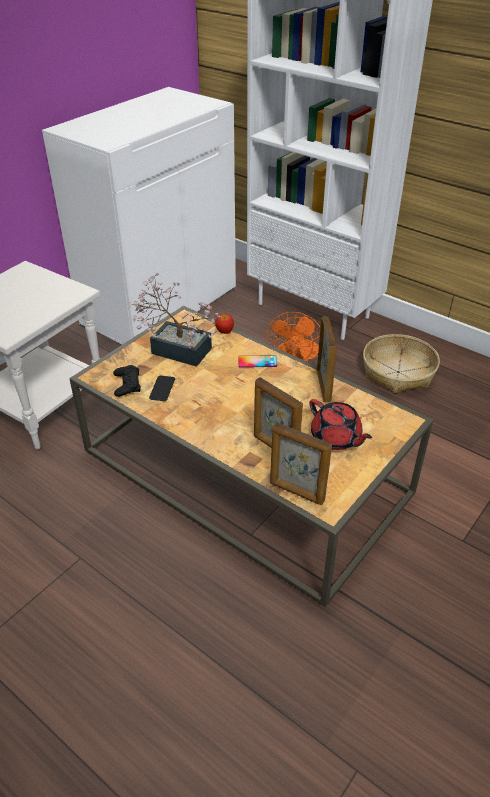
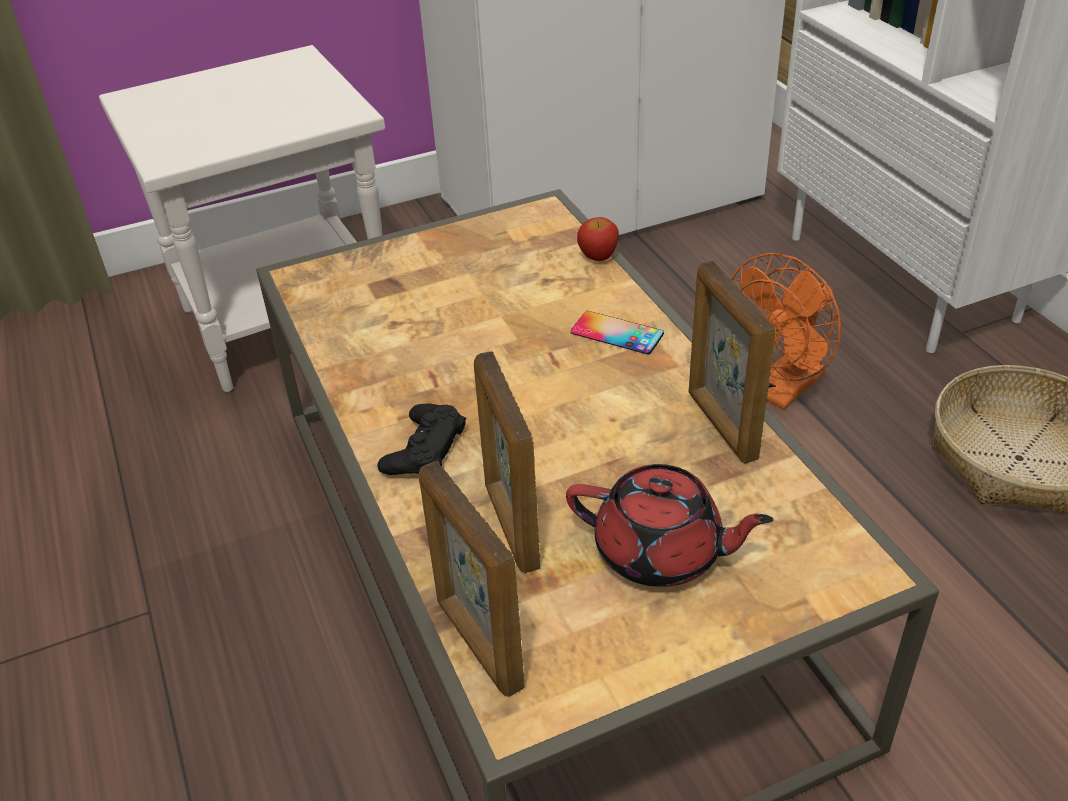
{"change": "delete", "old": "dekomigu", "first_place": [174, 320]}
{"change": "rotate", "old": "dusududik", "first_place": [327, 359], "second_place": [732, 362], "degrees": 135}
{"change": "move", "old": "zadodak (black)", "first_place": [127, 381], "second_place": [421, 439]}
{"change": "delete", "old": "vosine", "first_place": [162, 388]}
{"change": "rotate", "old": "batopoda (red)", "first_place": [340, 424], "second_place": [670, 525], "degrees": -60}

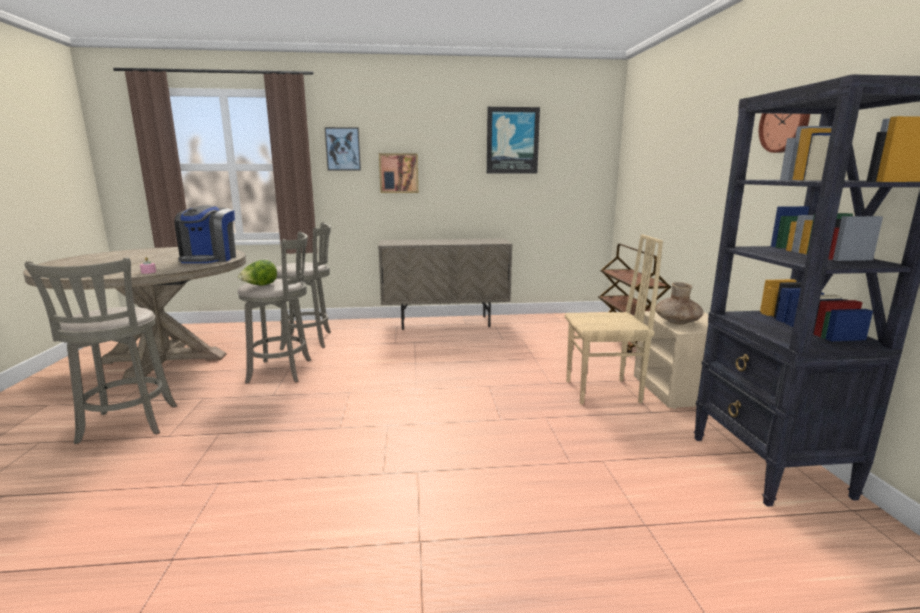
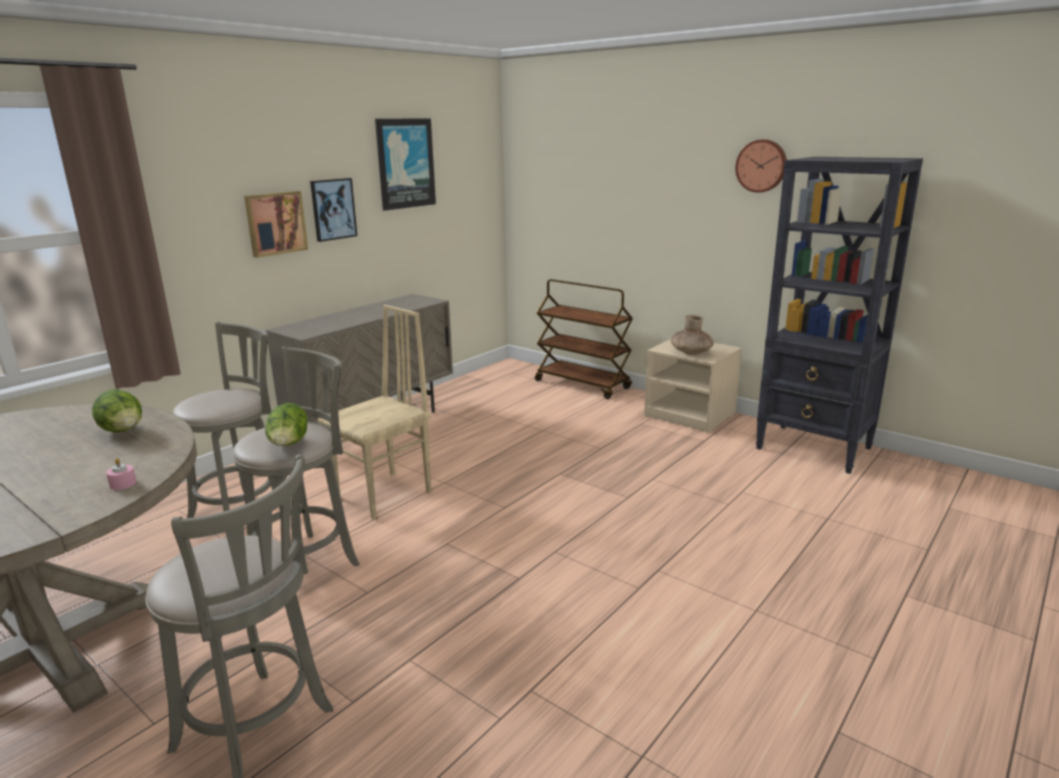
{"change": "move", "old": "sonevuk", "first_place": [343, 149], "second_place": [333, 210]}
{"change": "replace", "old": "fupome", "new": "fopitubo", "first_place": [205, 234], "second_place": [117, 411]}
{"change": "move", "old": "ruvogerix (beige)", "first_place": [614, 319], "second_place": [374, 412]}

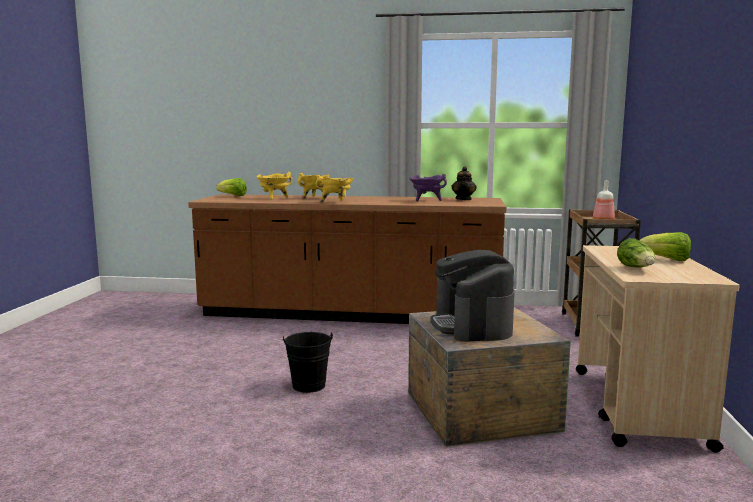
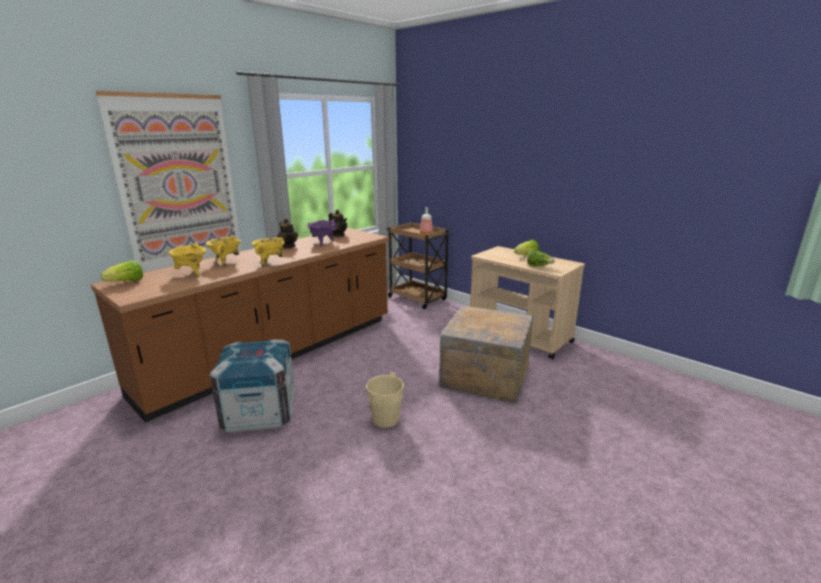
{"change": "delete", "old": "fupome", "first_place": [472, 296]}
{"change": "recolor", "old": "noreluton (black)", "new": "noreluton (beige)", "first_place": [308, 362], "second_place": [382, 399]}
{"change": "insert", "new": "sonevuk", "second_place": [168, 182]}
{"change": "insert", "new": "batopoda", "second_place": [287, 233]}
{"change": "insert", "new": "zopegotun", "second_place": [252, 386]}

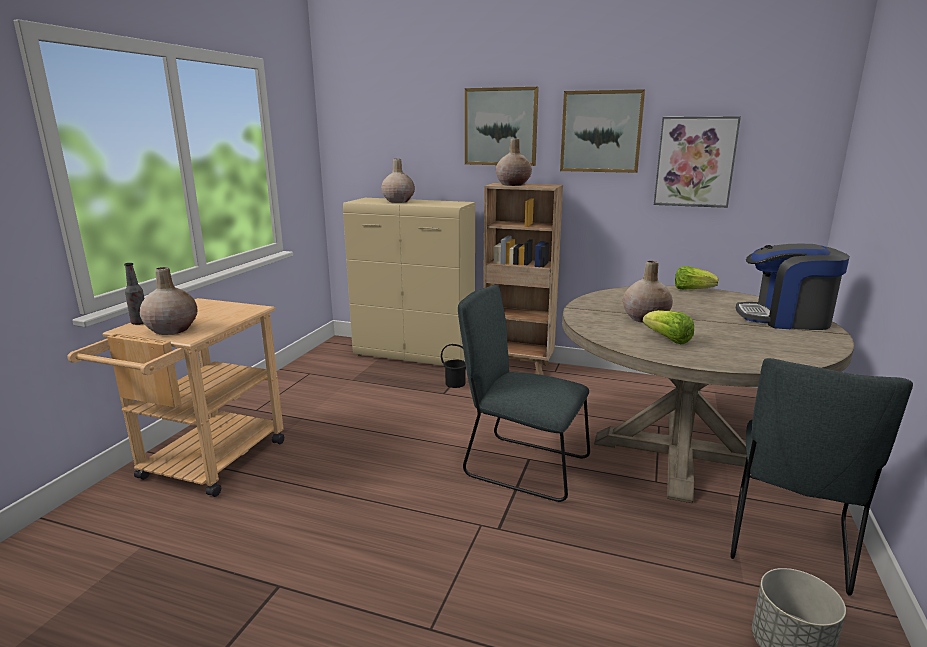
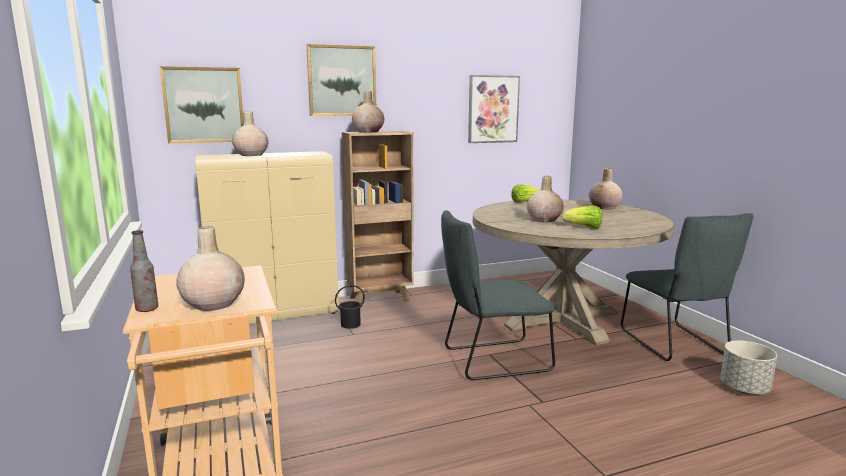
{"change": "move", "old": "sonevuk", "first_place": [602, 131], "second_place": [202, 104]}
{"change": "replace", "old": "fupome", "new": "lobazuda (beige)", "first_place": [793, 287], "second_place": [606, 189]}

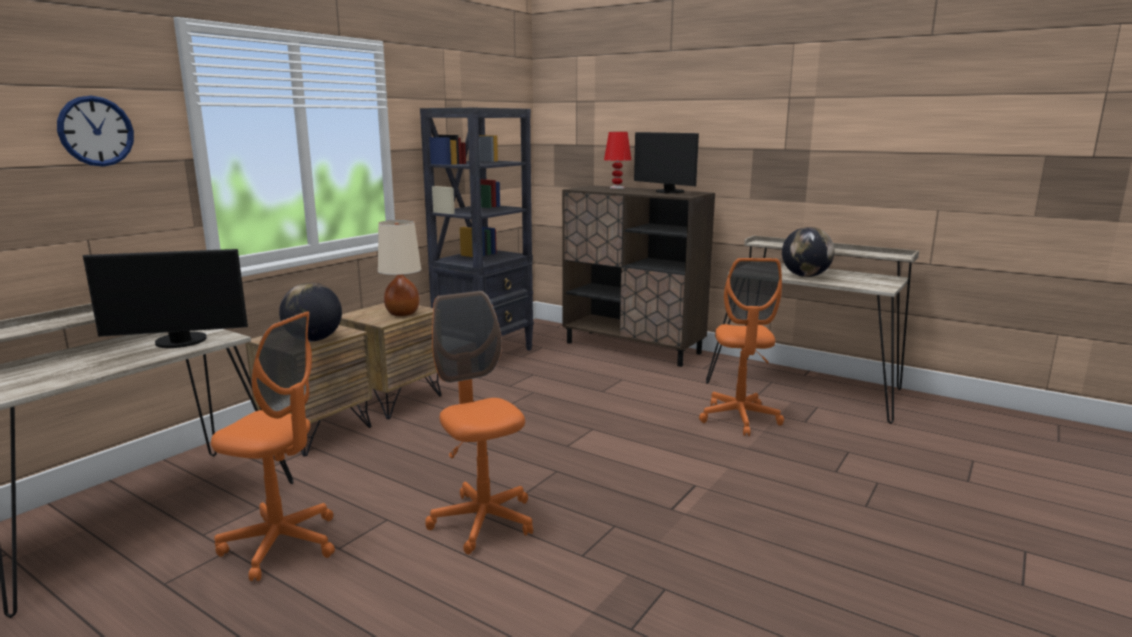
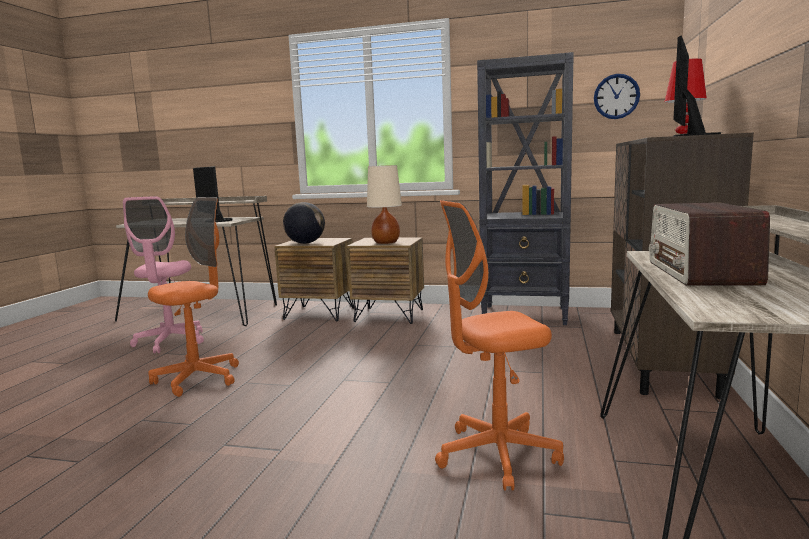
{"change": "move", "old": "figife", "first_place": [95, 131], "second_place": [617, 96]}
{"change": "replace", "old": "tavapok", "new": "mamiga", "first_place": [808, 252], "second_place": [709, 244]}
{"change": "recolor", "old": "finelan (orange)", "new": "finelan (pink)", "first_place": [273, 446], "second_place": [163, 275]}

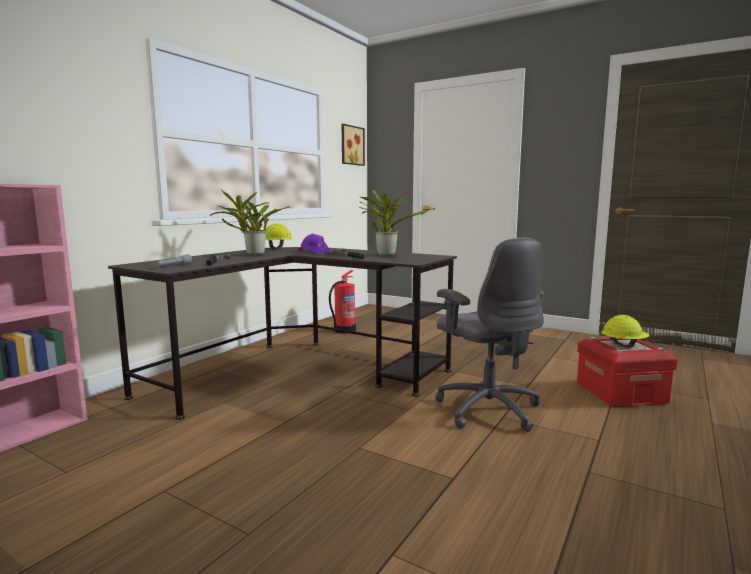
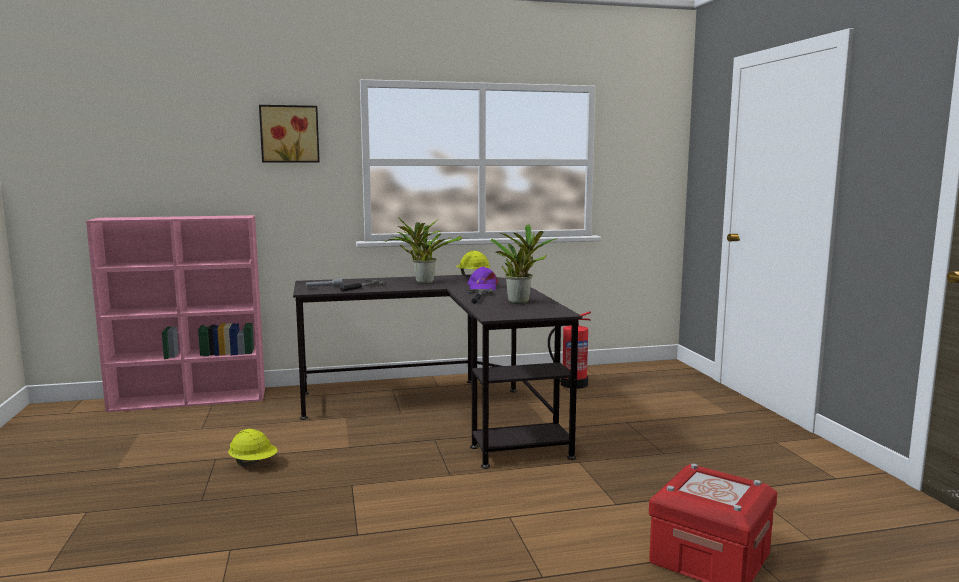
{"change": "move", "old": "sonevuk", "first_place": [353, 145], "second_place": [289, 134]}
{"change": "delete", "old": "finelan (grey)", "first_place": [489, 334]}
{"change": "move", "old": "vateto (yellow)", "first_place": [625, 331], "second_place": [252, 447]}

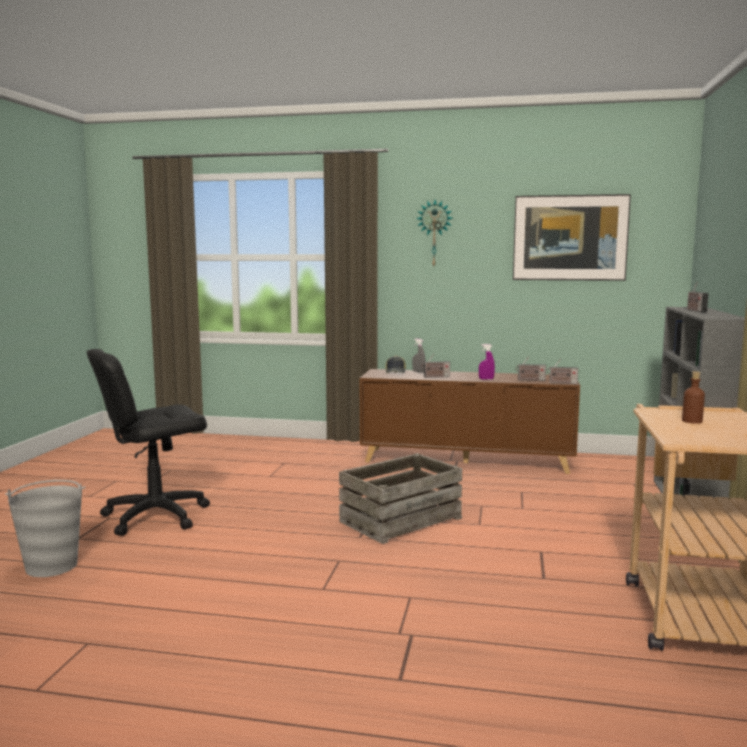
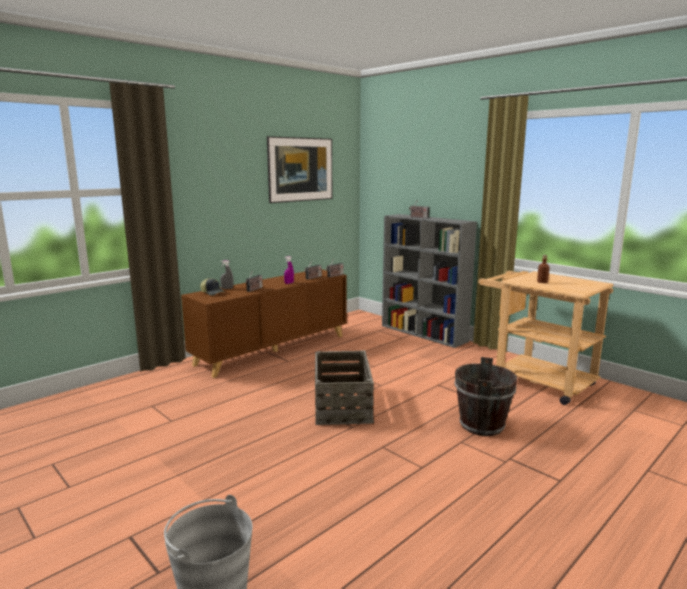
{"change": "delete", "old": "figife", "first_place": [434, 233]}
{"change": "delete", "old": "finelan (black)", "first_place": [148, 442]}
{"change": "insert", "new": "noreluton (brown)", "second_place": [485, 396]}

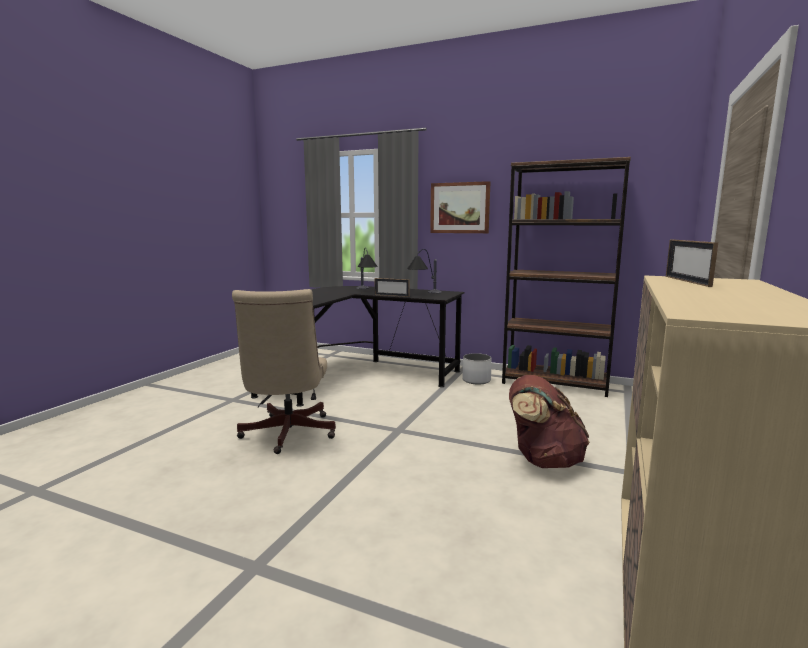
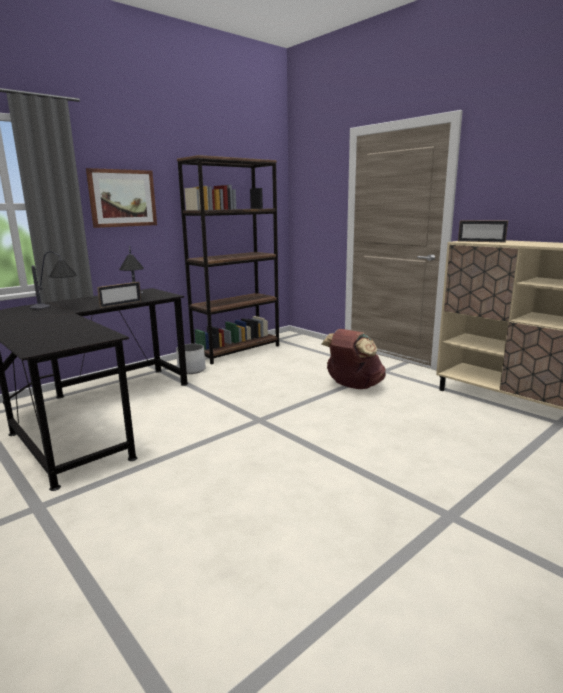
{"change": "delete", "old": "finelan (beige)", "first_place": [284, 371]}

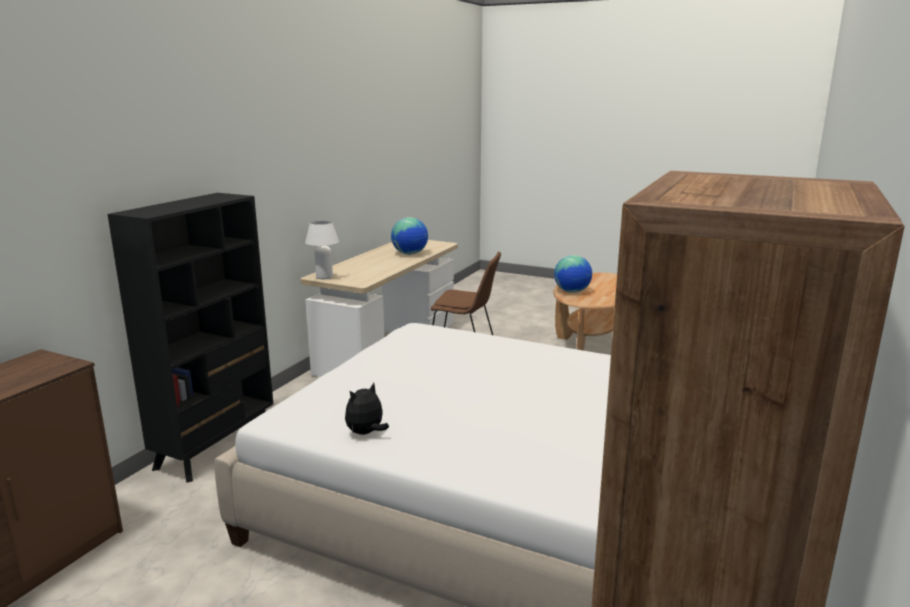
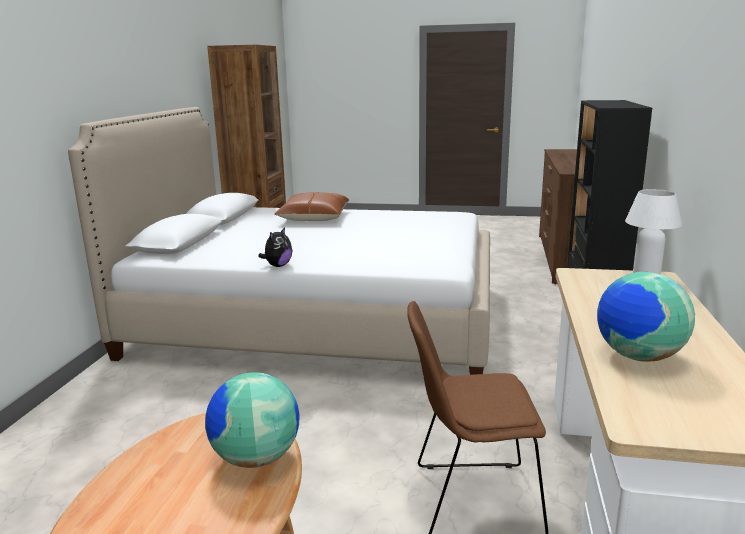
{"change": "move", "old": "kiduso", "first_place": [367, 409], "second_place": [275, 247]}
{"change": "insert", "new": "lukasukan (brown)", "second_place": [311, 206]}

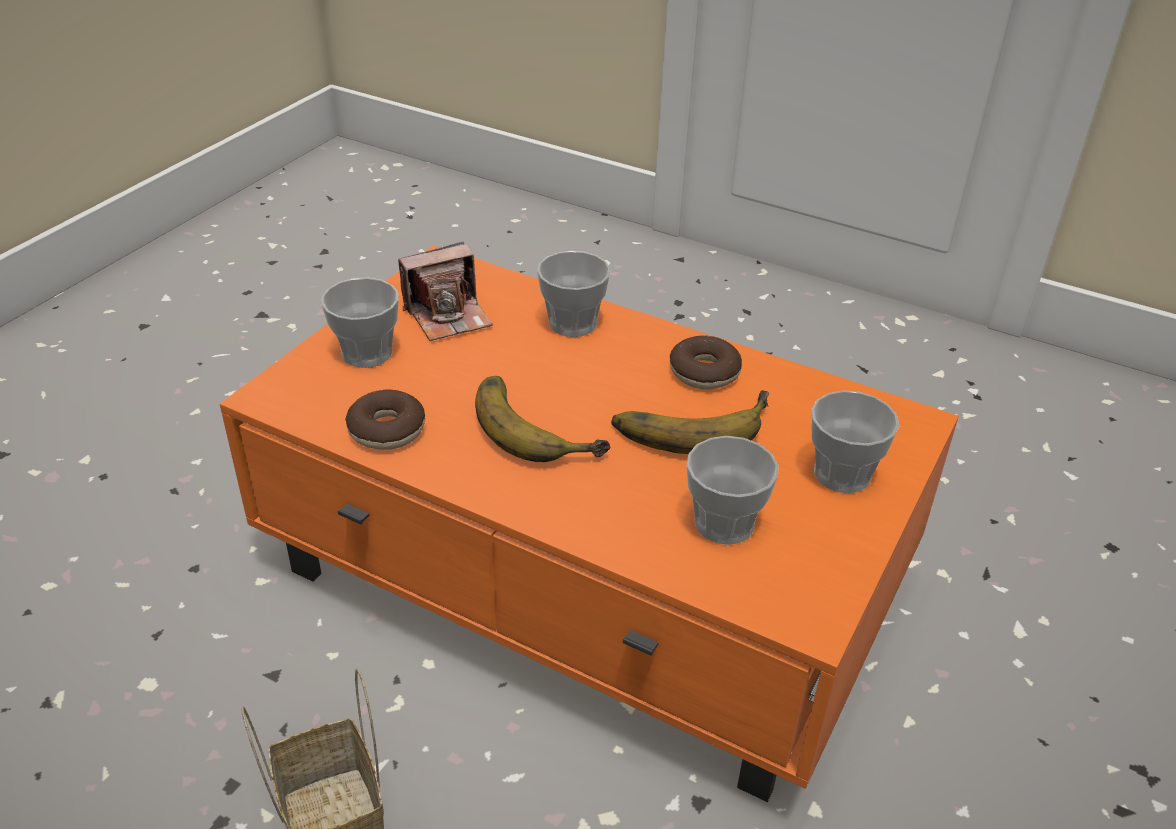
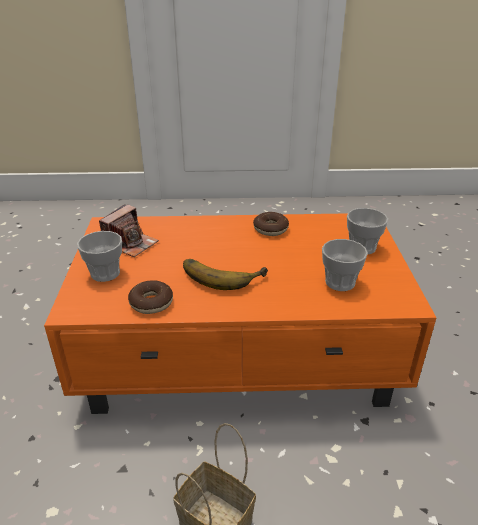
{"change": "delete", "old": "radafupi", "first_place": [574, 294]}
{"change": "delete", "old": "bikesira", "first_place": [690, 422]}

